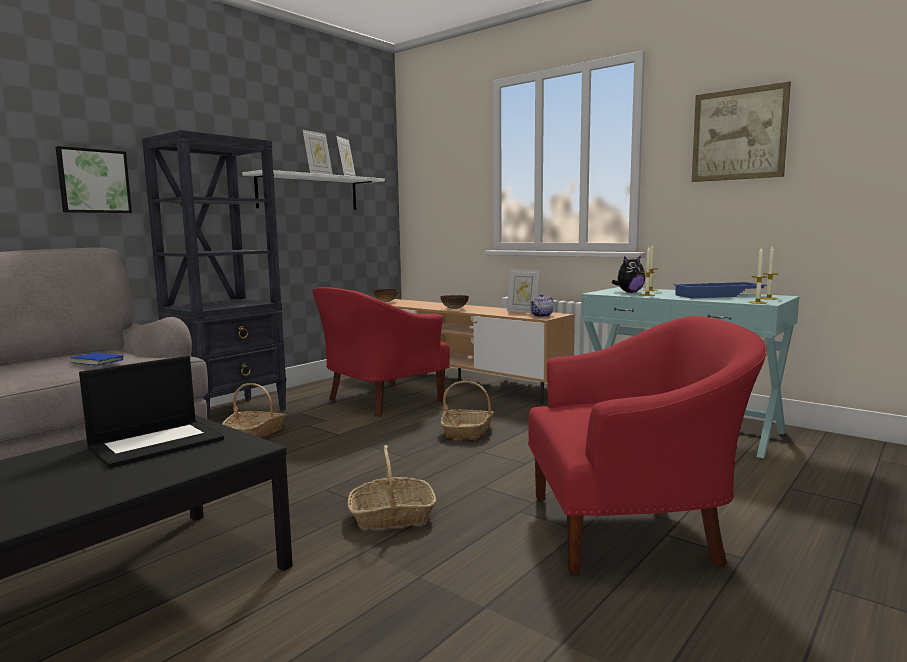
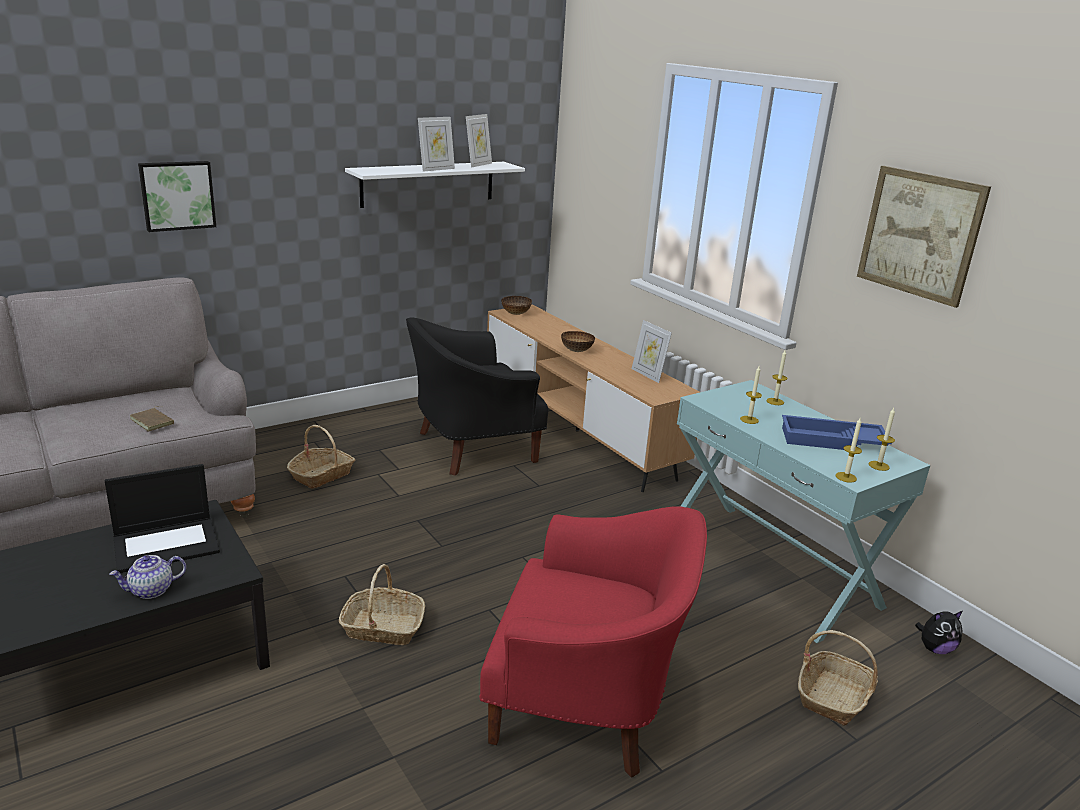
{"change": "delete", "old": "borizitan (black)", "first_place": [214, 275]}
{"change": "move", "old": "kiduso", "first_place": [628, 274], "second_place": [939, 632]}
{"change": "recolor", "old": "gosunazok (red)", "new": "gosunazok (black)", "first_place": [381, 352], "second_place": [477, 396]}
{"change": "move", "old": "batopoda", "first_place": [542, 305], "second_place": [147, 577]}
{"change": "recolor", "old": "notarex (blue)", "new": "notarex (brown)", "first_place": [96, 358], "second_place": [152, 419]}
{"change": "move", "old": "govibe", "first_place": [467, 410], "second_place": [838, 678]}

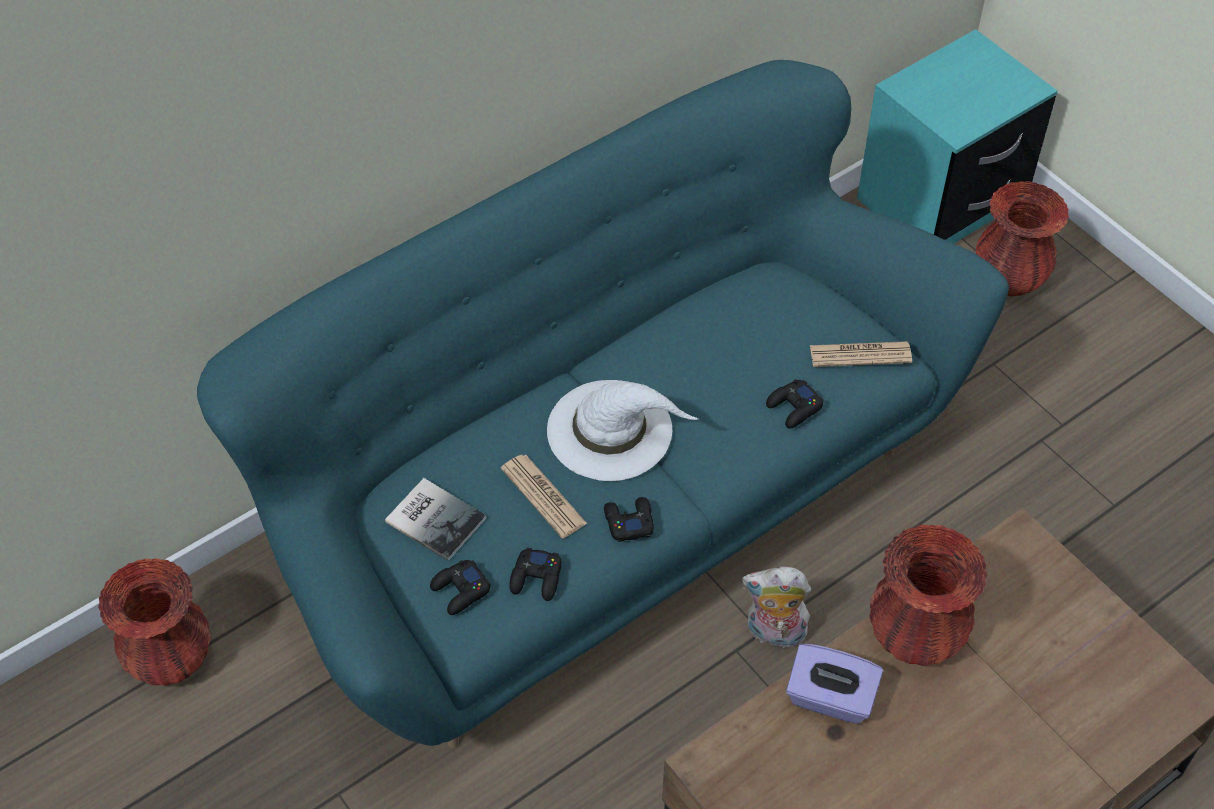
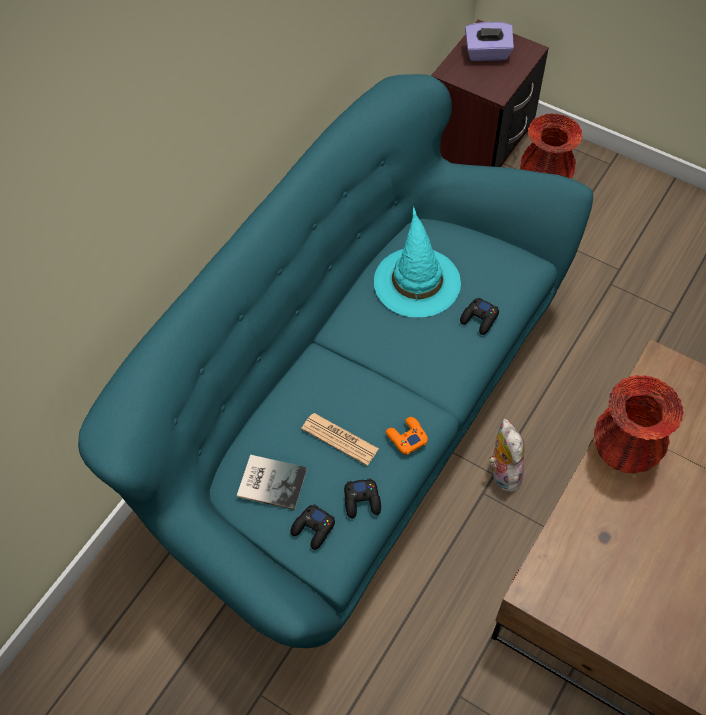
{"change": "recolor", "old": "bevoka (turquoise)", "new": "bevoka (brown)", "first_place": [957, 136], "second_place": [490, 93]}
{"change": "delete", "old": "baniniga", "first_place": [861, 354]}
{"change": "delete", "old": "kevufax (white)", "first_place": [622, 430]}
{"change": "recolor", "old": "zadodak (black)", "new": "zadodak (orange)", "first_place": [629, 519], "second_place": [407, 436]}
{"change": "delete", "old": "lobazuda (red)", "first_place": [154, 622]}
{"change": "rotate", "old": "kiduso", "first_place": [776, 609], "second_place": [507, 455], "degrees": 90}
{"change": "move", "old": "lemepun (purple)", "first_place": [834, 684], "second_place": [489, 41]}
{"change": "insert", "new": "kevufax (turquoise)", "second_place": [417, 262]}

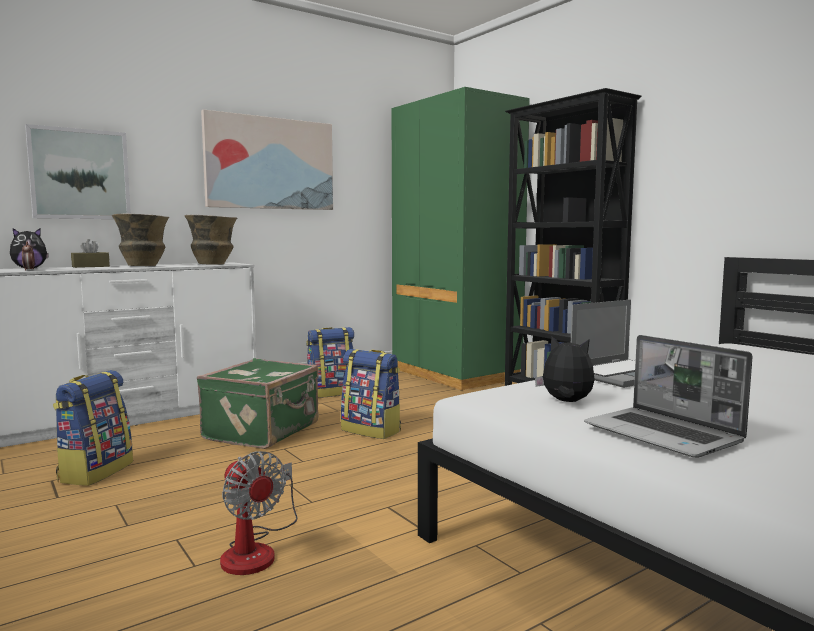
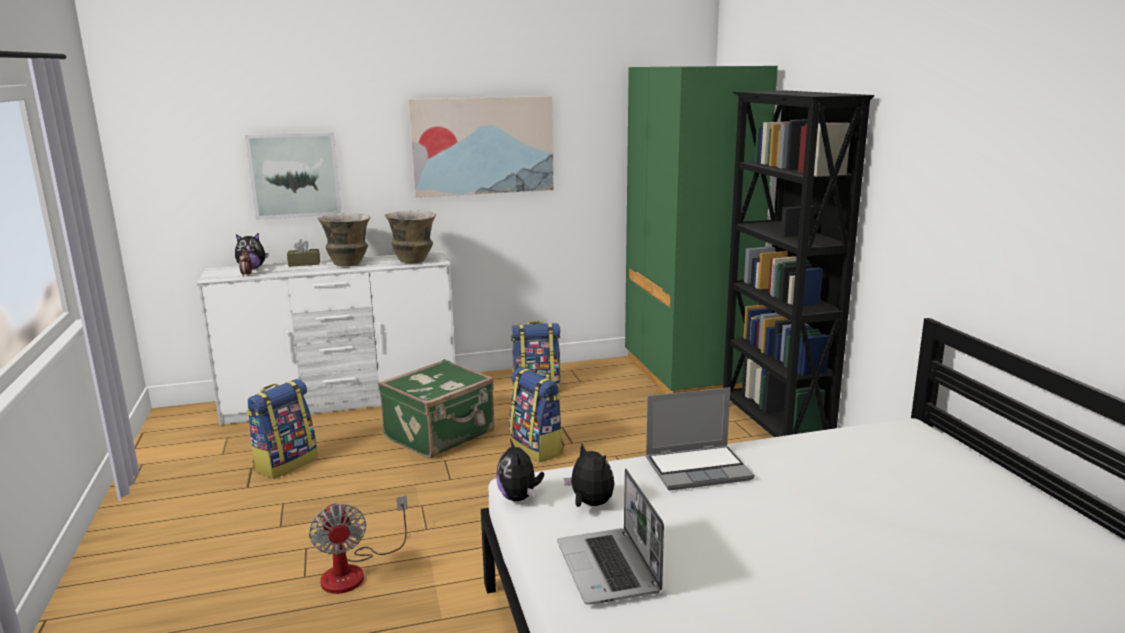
{"change": "insert", "new": "kiduso", "second_place": [520, 469]}

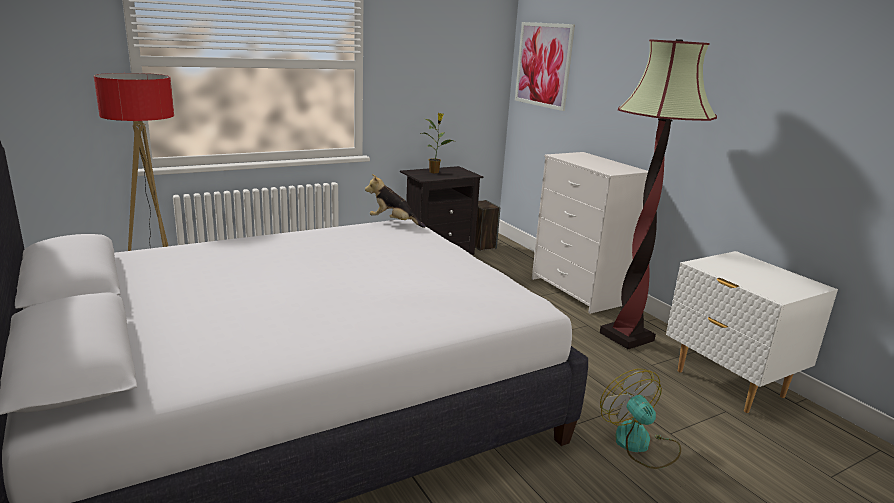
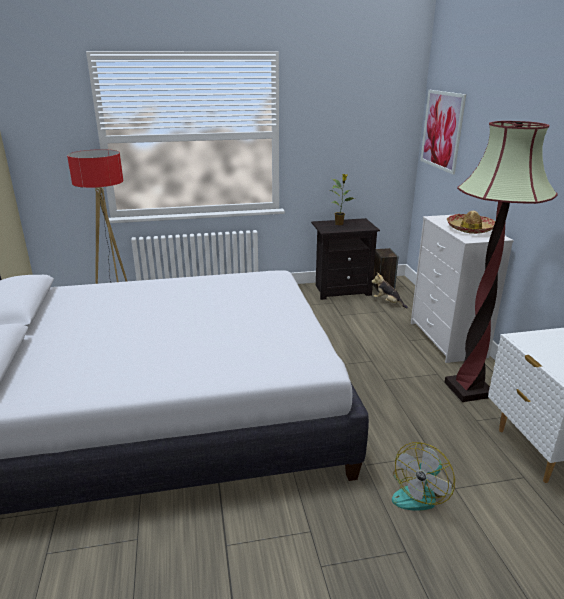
{"change": "move", "old": "kiduso", "first_place": [395, 201], "second_place": [389, 290]}
{"change": "rotate", "old": "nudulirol", "first_place": [640, 419], "second_place": [423, 476], "degrees": -135}
{"change": "insert", "new": "kevufax", "second_place": [471, 222]}

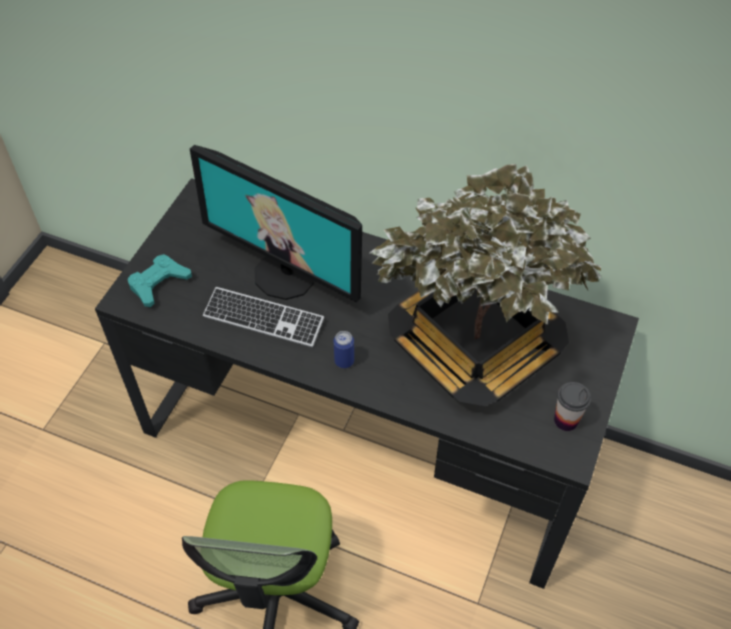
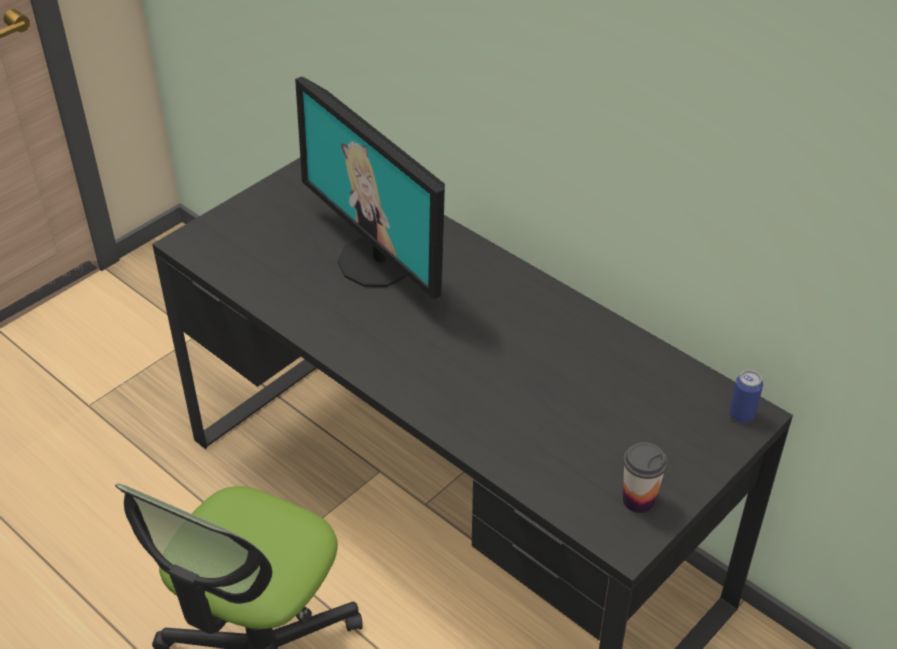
{"change": "delete", "old": "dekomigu", "first_place": [485, 285]}
{"change": "delete", "old": "zadodak (turquoise)", "first_place": [160, 280]}
{"change": "delete", "old": "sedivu", "first_place": [263, 317]}
{"change": "move", "old": "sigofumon", "first_place": [344, 349], "second_place": [746, 396]}

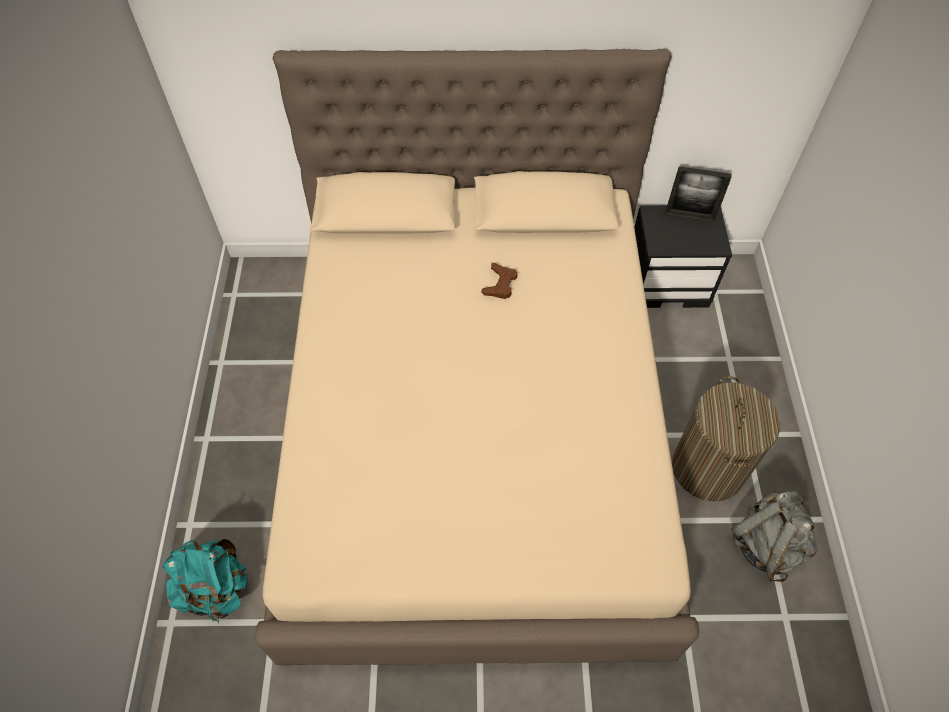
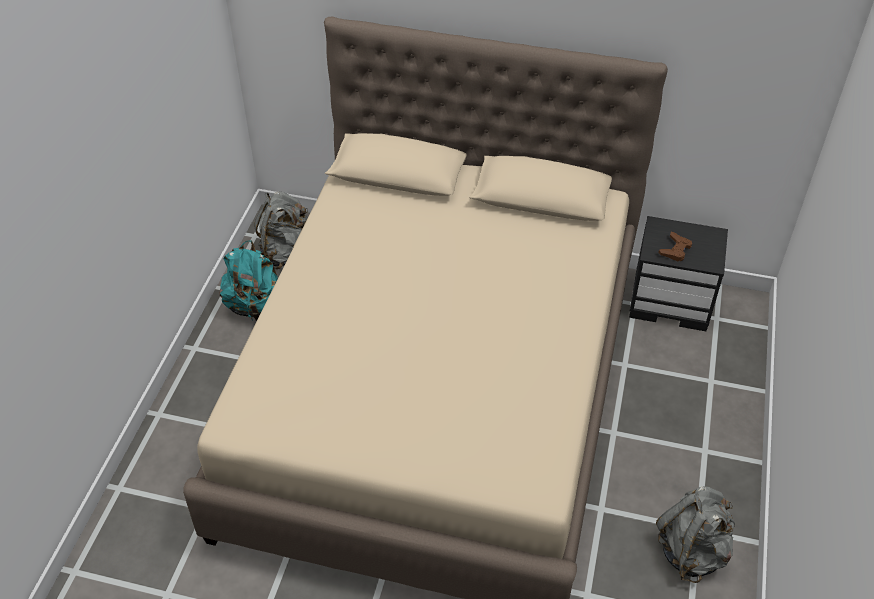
{"change": "delete", "old": "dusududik", "first_place": [698, 194]}
{"change": "move", "old": "zadodak (brown)", "first_place": [500, 281], "second_place": [675, 246]}
{"change": "delete", "old": "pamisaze", "first_place": [726, 438]}
{"change": "move", "old": "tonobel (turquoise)", "first_place": [205, 581], "second_place": [248, 280]}
{"change": "insert", "new": "tonobel (grey)", "second_place": [281, 230]}

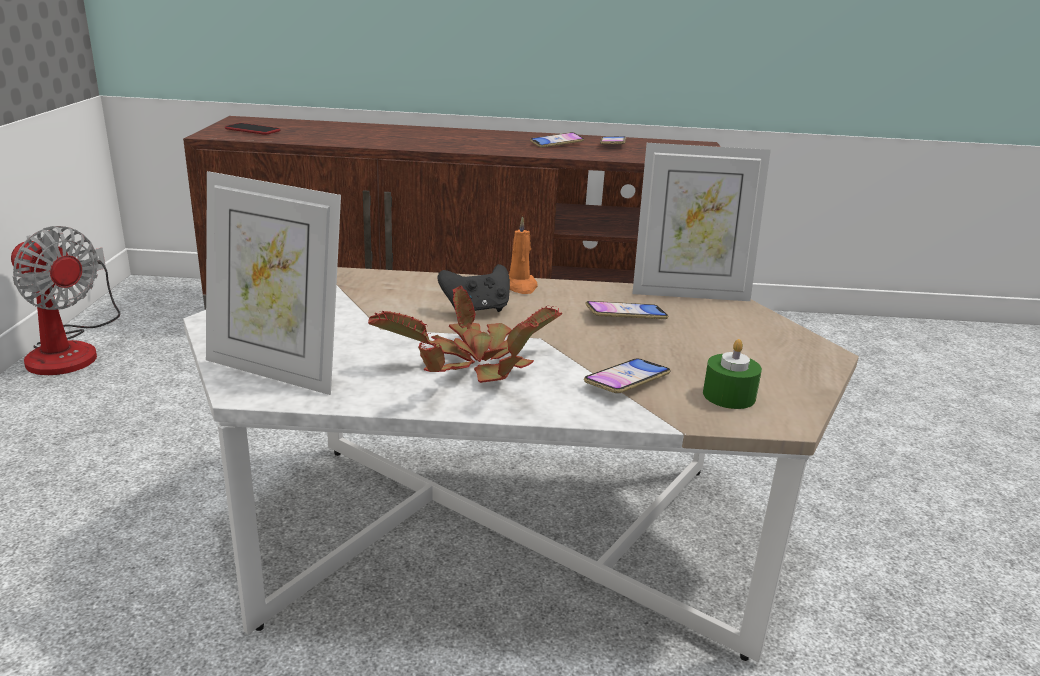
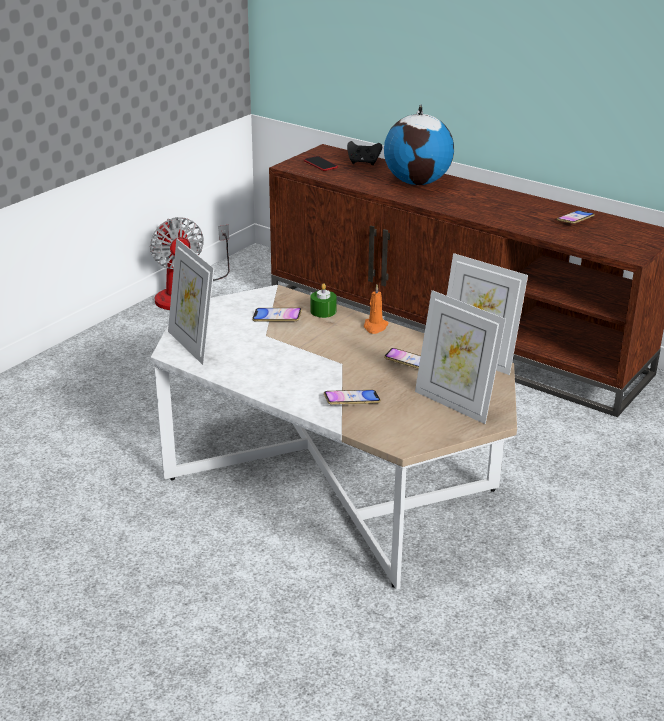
{"change": "move", "old": "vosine", "first_place": [557, 139], "second_place": [277, 314]}
{"change": "move", "old": "zadodak (black)", "first_place": [474, 288], "second_place": [364, 153]}
{"change": "delete", "old": "dekomigu", "first_place": [465, 334]}
{"change": "move", "old": "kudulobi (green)", "first_place": [732, 374], "second_place": [323, 300]}
{"change": "insert", "new": "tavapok", "second_place": [419, 144]}
{"change": "insert", "new": "dusududik", "second_place": [460, 357]}

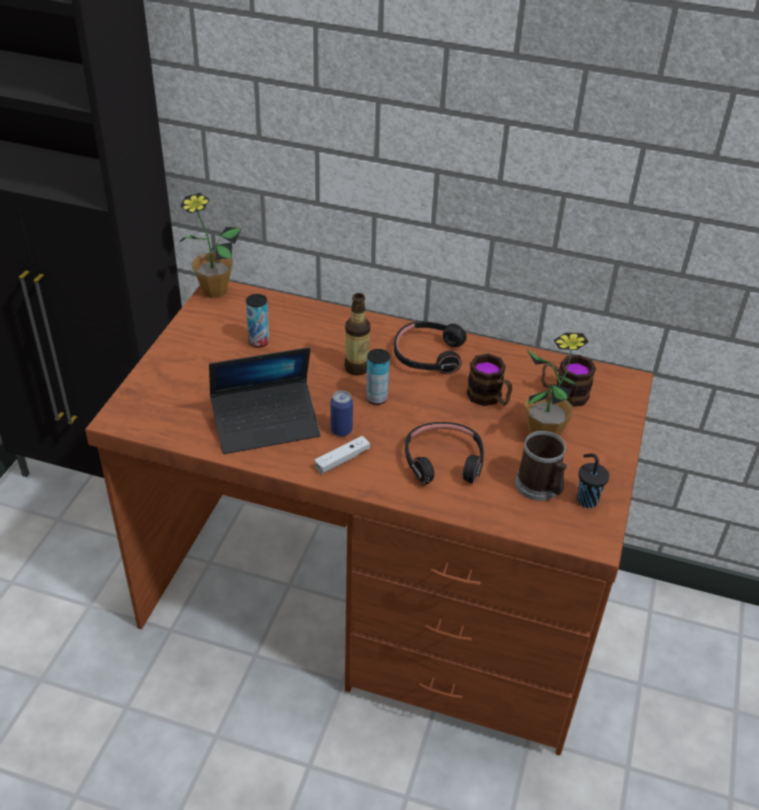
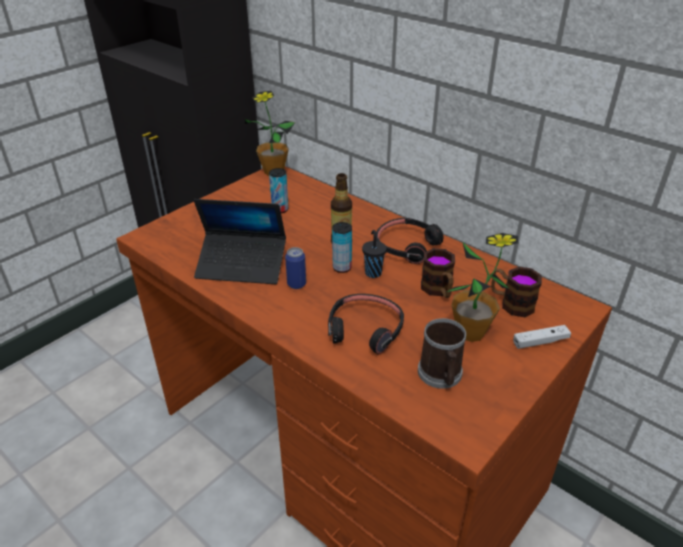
{"change": "move", "old": "zadodak (white)", "first_place": [342, 455], "second_place": [542, 337]}
{"change": "move", "old": "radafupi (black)", "first_place": [593, 481], "second_place": [374, 254]}

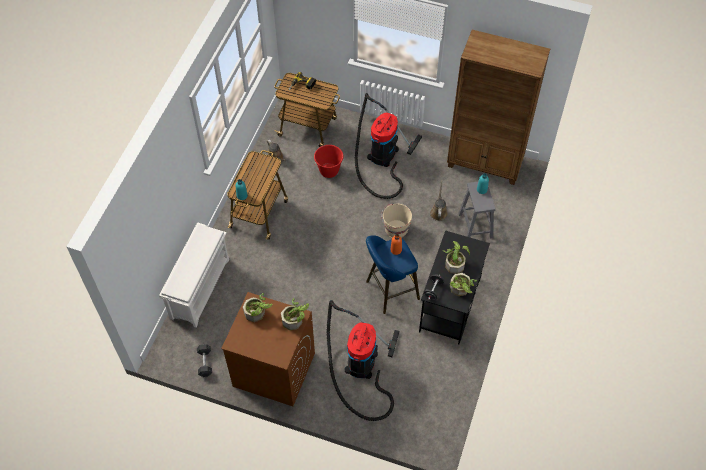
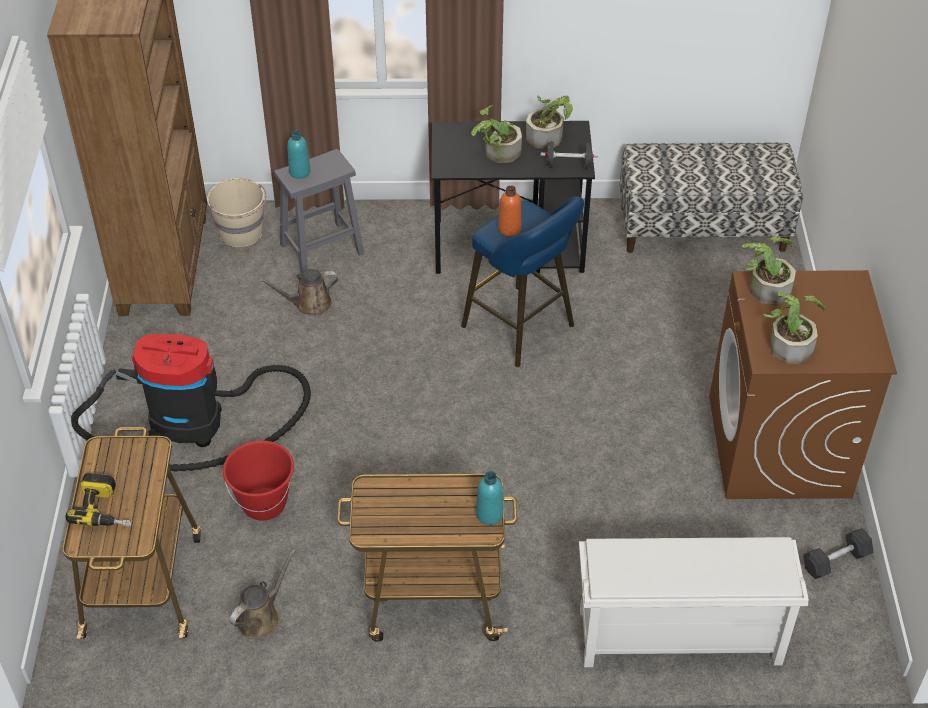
{"change": "move", "old": "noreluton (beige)", "first_place": [396, 220], "second_place": [236, 212]}
{"change": "delete", "old": "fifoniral", "first_place": [363, 360]}
{"change": "insert", "new": "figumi", "second_place": [711, 197]}

